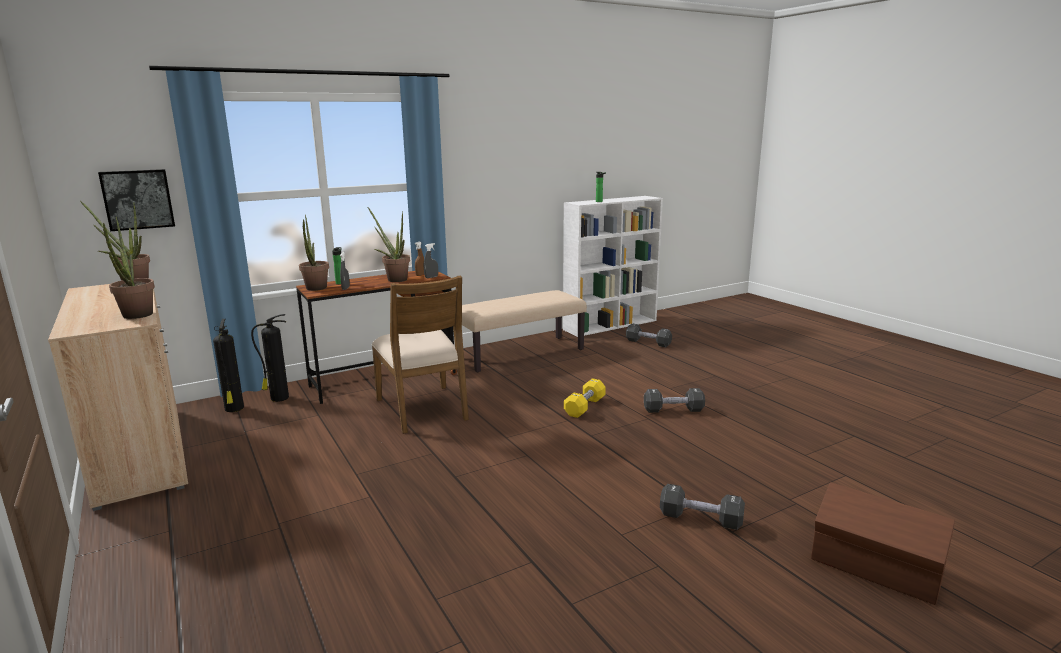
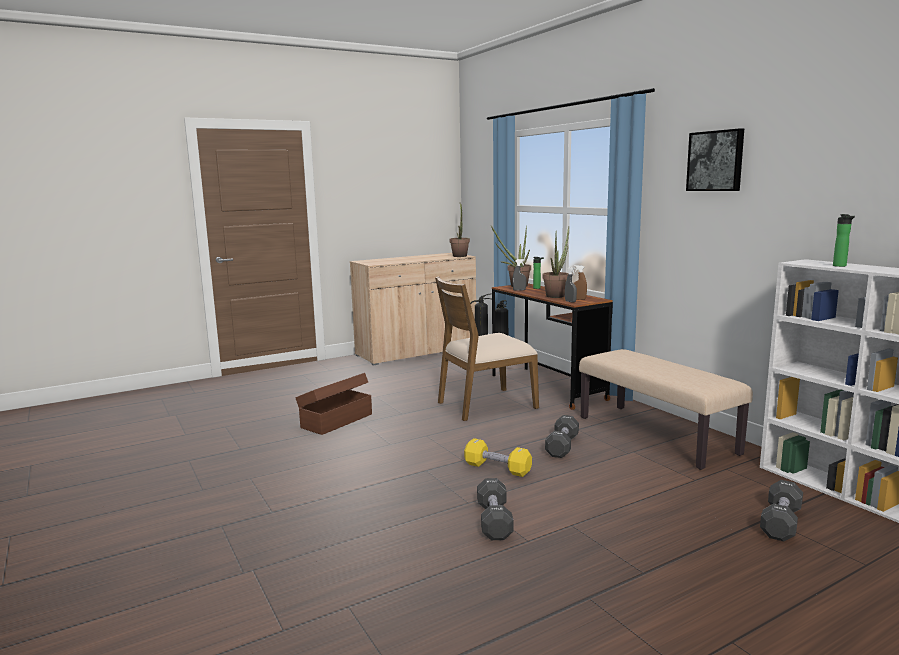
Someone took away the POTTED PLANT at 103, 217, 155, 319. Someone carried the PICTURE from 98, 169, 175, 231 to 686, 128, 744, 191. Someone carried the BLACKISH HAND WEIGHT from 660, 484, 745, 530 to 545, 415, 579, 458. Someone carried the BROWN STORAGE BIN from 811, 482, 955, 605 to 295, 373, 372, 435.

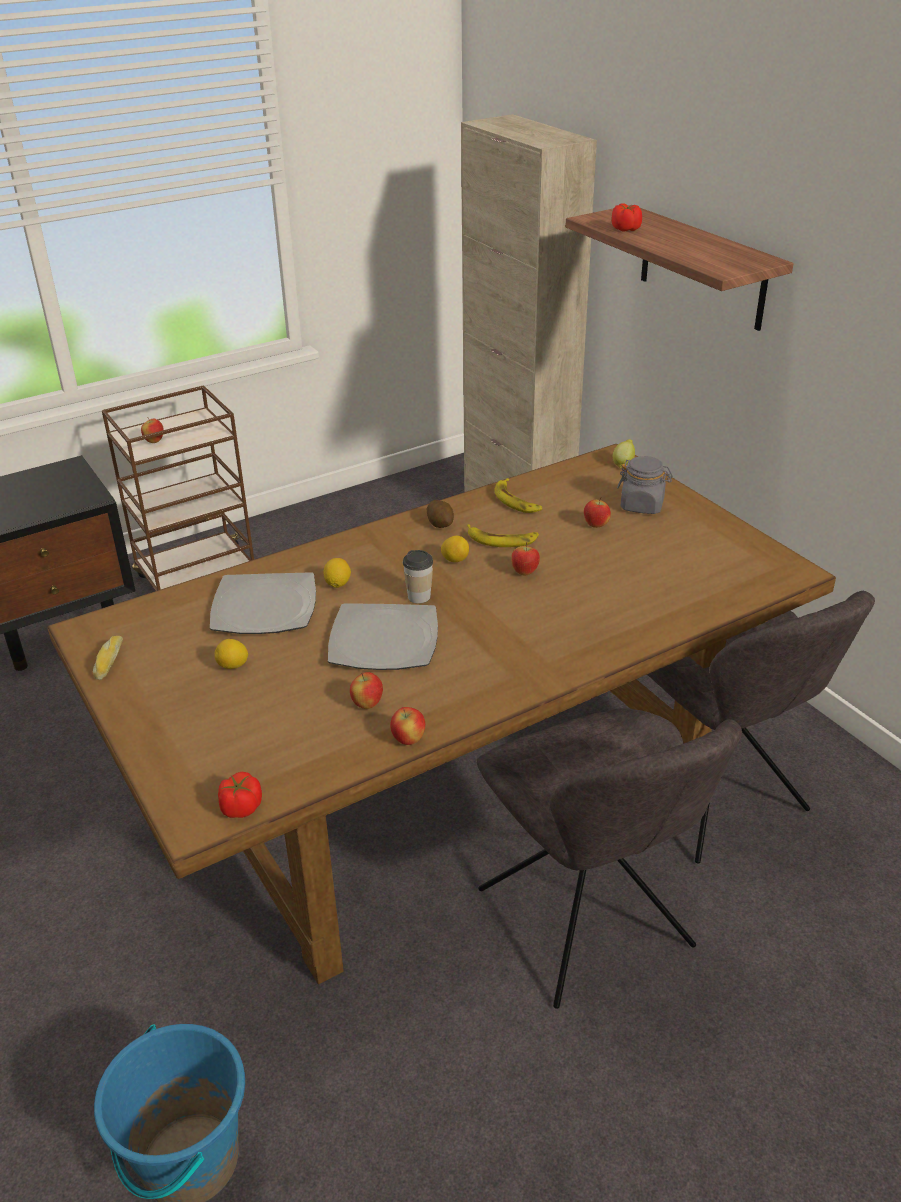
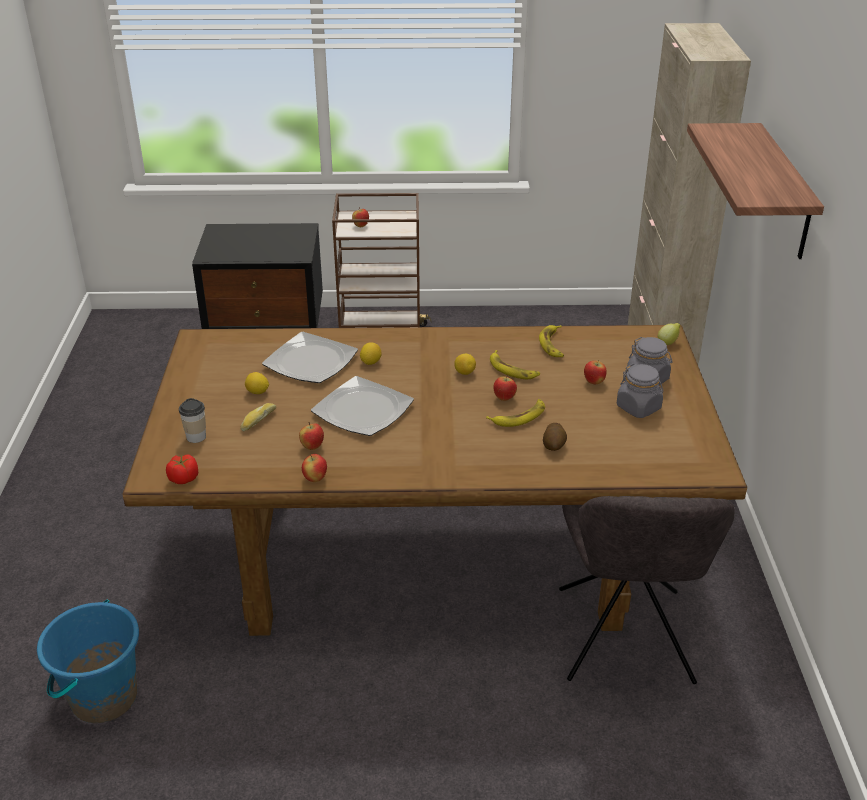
Someone took away the GREYISH PLAIN CHAIR at 477, 708, 742, 1009. Someone took away the TOMATO at 612, 203, 642, 232. Someone put down the WHOLE BANANA at 486, 399, 545, 427. Someone put down the GREYISH JAR at 617, 364, 663, 418. Someone carried the BAKED BREAD from 93, 636, 123, 680 to 241, 403, 276, 431. Someone carried the DRINKING CUP from 403, 550, 433, 603 to 179, 398, 206, 443. Someone carried the POTATO from 427, 500, 454, 528 to 543, 423, 567, 451.

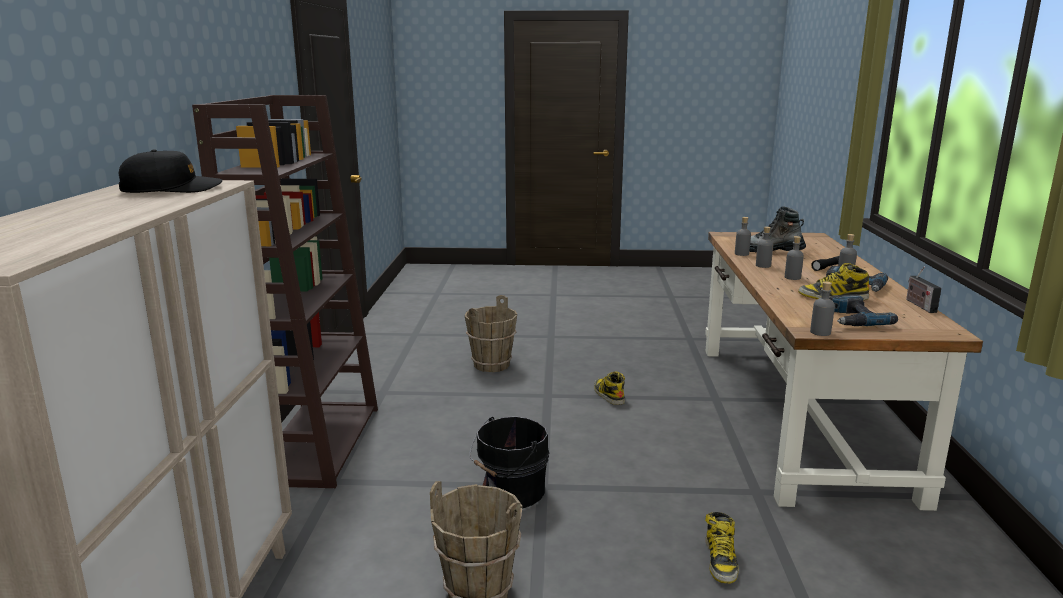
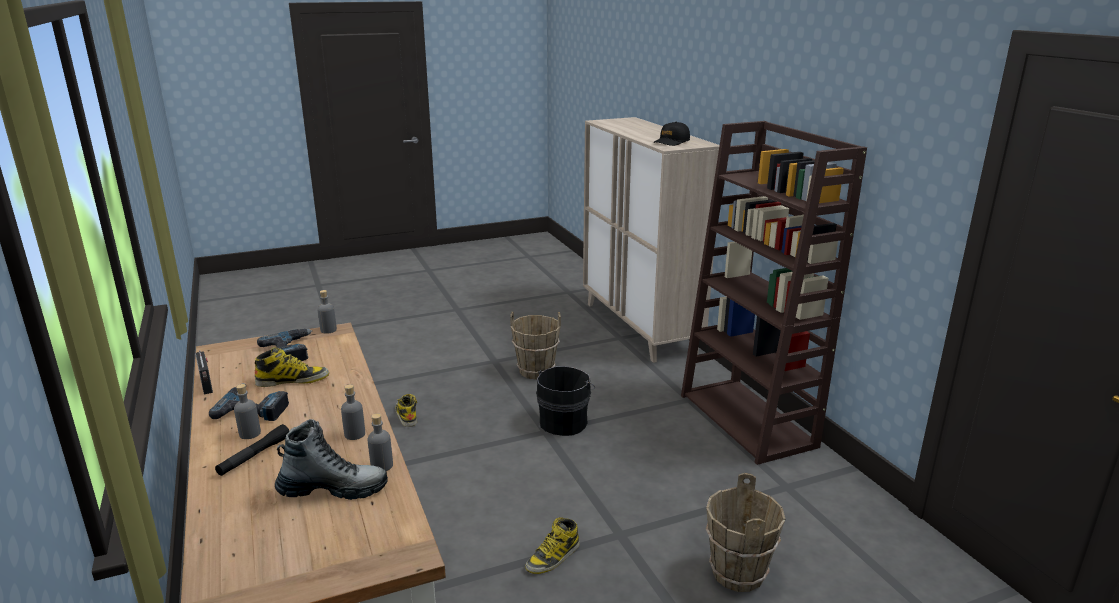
Someone took away the GREYISH BEVERAGE BOTTLE at 785, 236, 804, 280. Someone rotated the TALL BOOT at 594, 372, 625, 405 by 90 degrees clockwise.

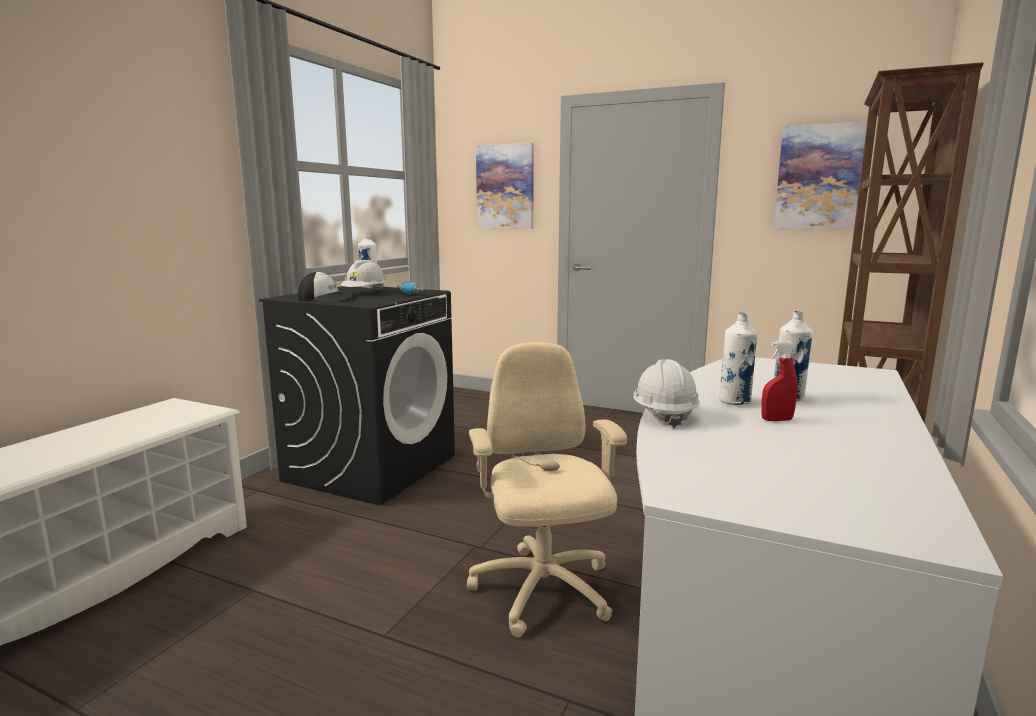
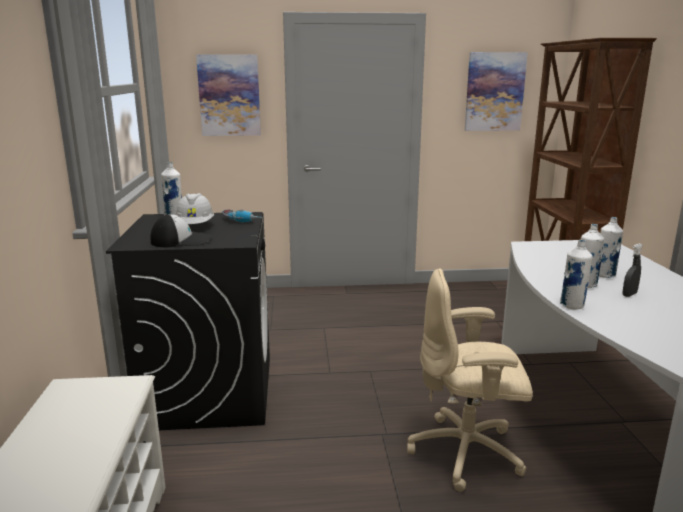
Someone swapped the WHITISH SAFETY HELMET at 634, 359, 700, 428 for the WHITISH BEVERAGE BOTTLE at 560, 240, 592, 310. Someone repainted the REDDISH HAND SPRAYER at 761, 342, 797, 421, which became the GREYISH HAND SPRAYER at 623, 243, 643, 297. Someone rotated the BEIGE DESK CHAIR at 467, 342, 627, 638 by 45 degrees counterclockwise.

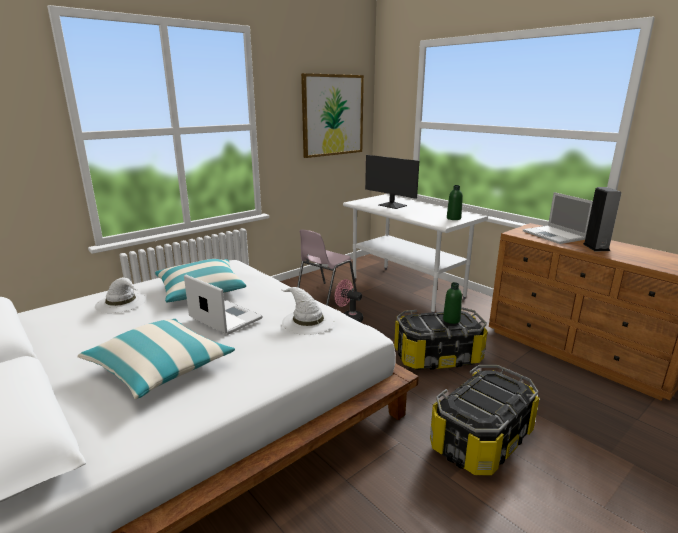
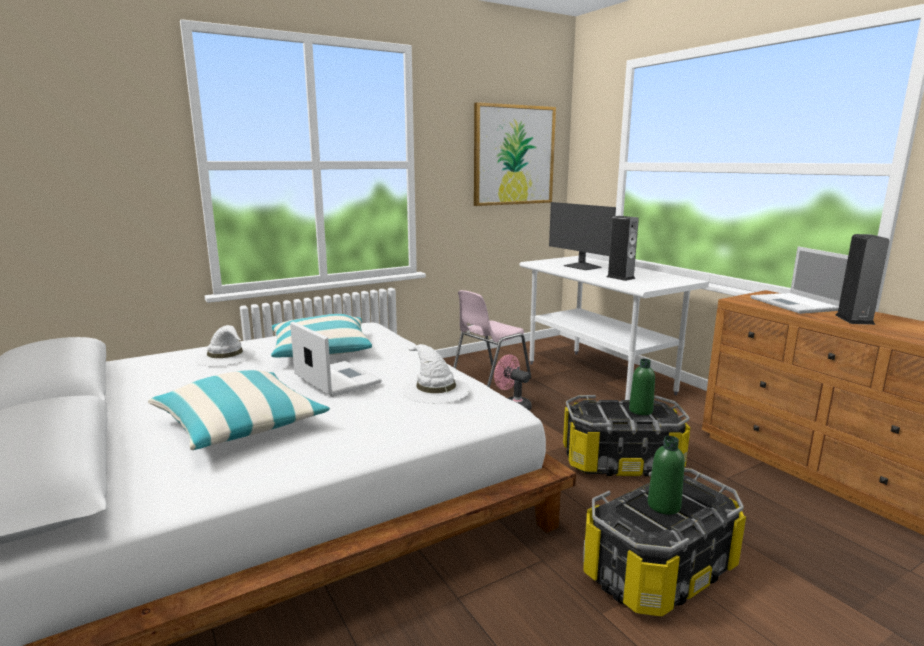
Someone put down the AUDIO SPEAKER at 606, 216, 639, 281. Someone carried the GREEN BEVERAGE BOTTLE from 447, 185, 463, 220 to 648, 436, 685, 515.

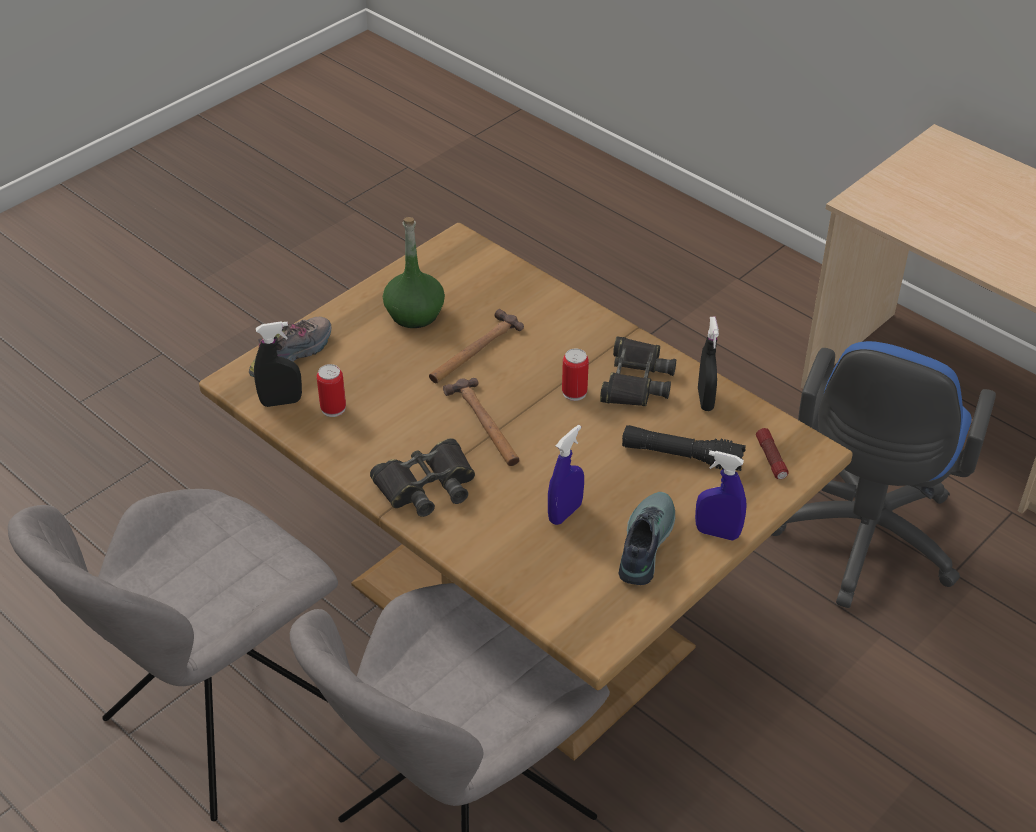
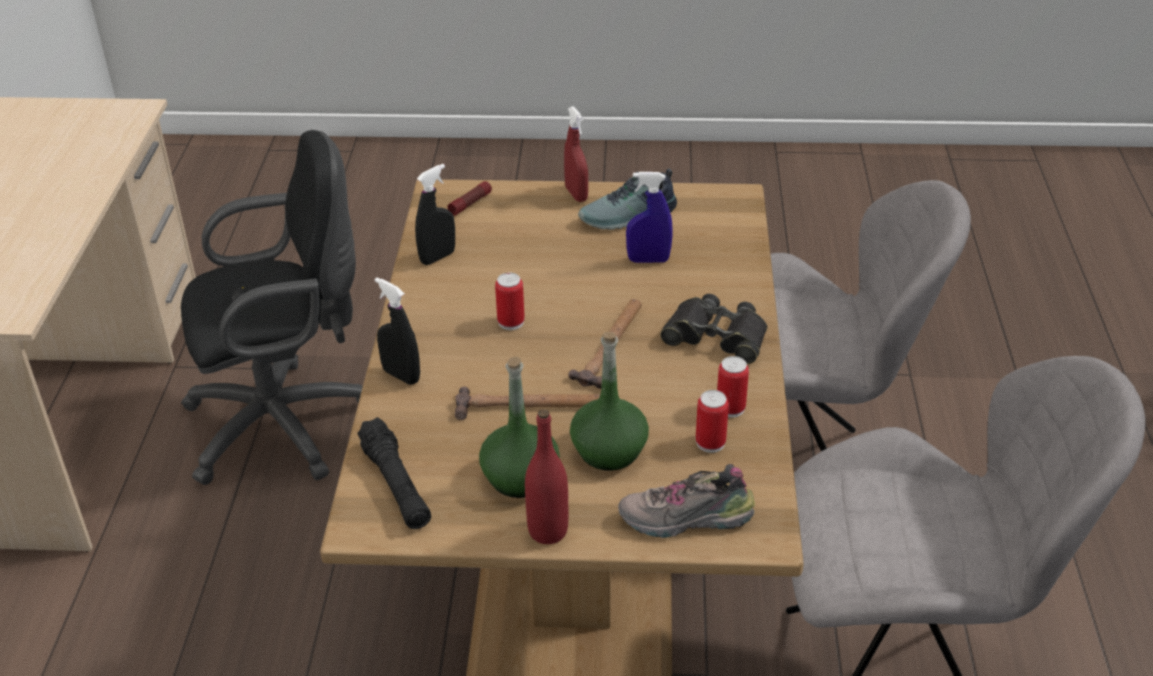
Someone took away the BLACKISH BINOCULARS at 600, 336, 676, 406. Someone put down the REDDISH BEVERAGE BOTTLE at 525, 409, 568, 544. Someone put down the GREEN BEVERAGE BOTTLE at 570, 332, 649, 471. Someone put down the METAL CAN at 717, 356, 749, 418. Someone carried the BLACKISH HAND SPRAYER from 254, 321, 302, 407 to 375, 277, 420, 385. Someone carried the BLACKISH HAND TORCH from 622, 425, 746, 471 to 358, 417, 431, 529. Someone repainted the BLUE HAND SPRAYER at 695, 450, 747, 541, which became the REDDISH HAND SPRAYER at 564, 106, 588, 202. Someone repainted the BLUE DESK CHAIR at 772, 341, 996, 608, which became the BLACKISH DESK CHAIR at 181, 130, 363, 485.

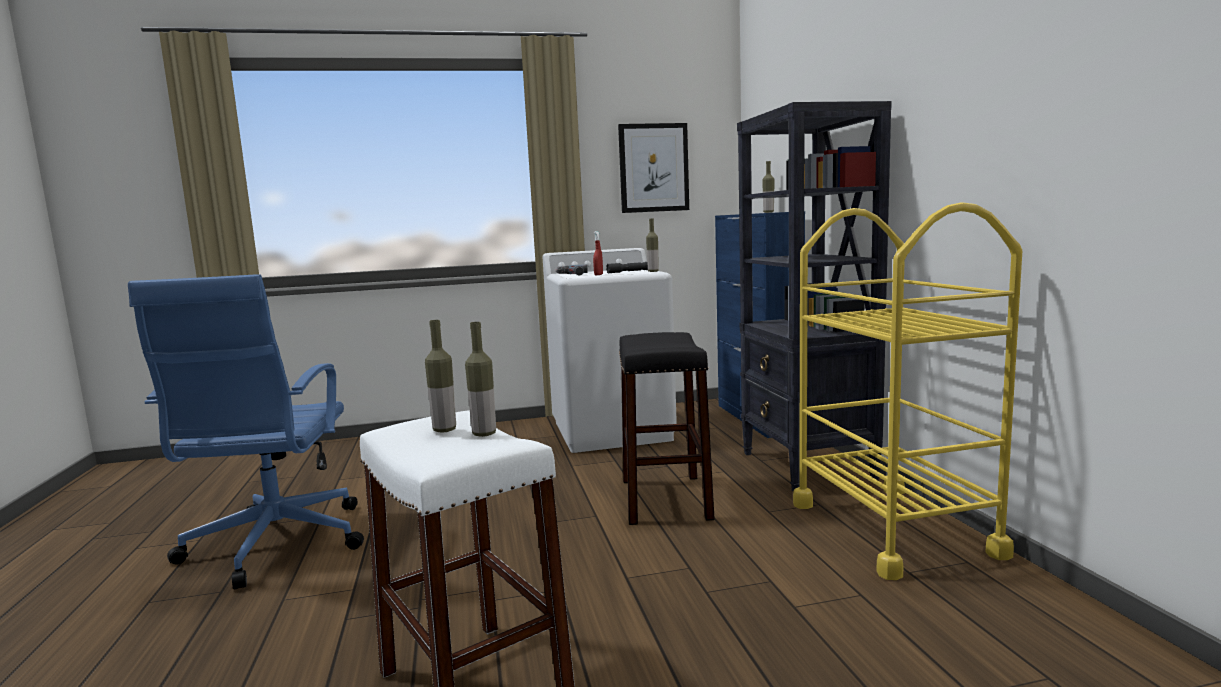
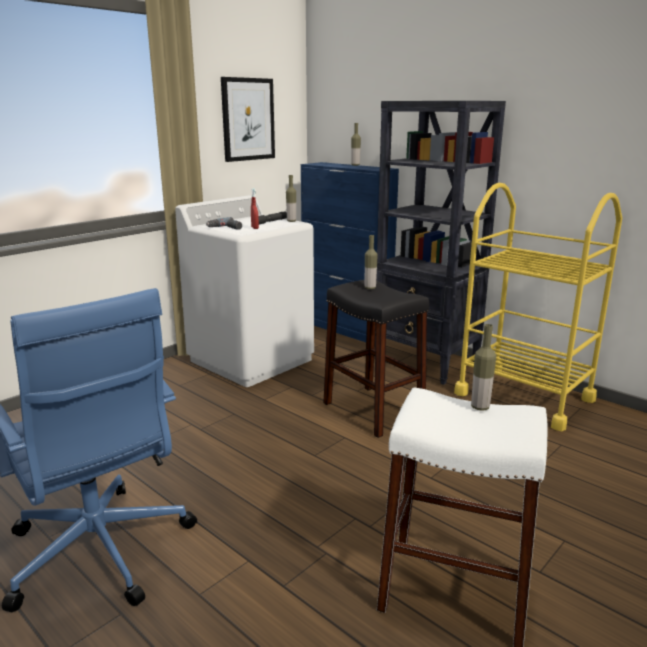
Someone carried the BEVERAGE BOTTLE from 425, 320, 456, 433 to 365, 235, 378, 289.

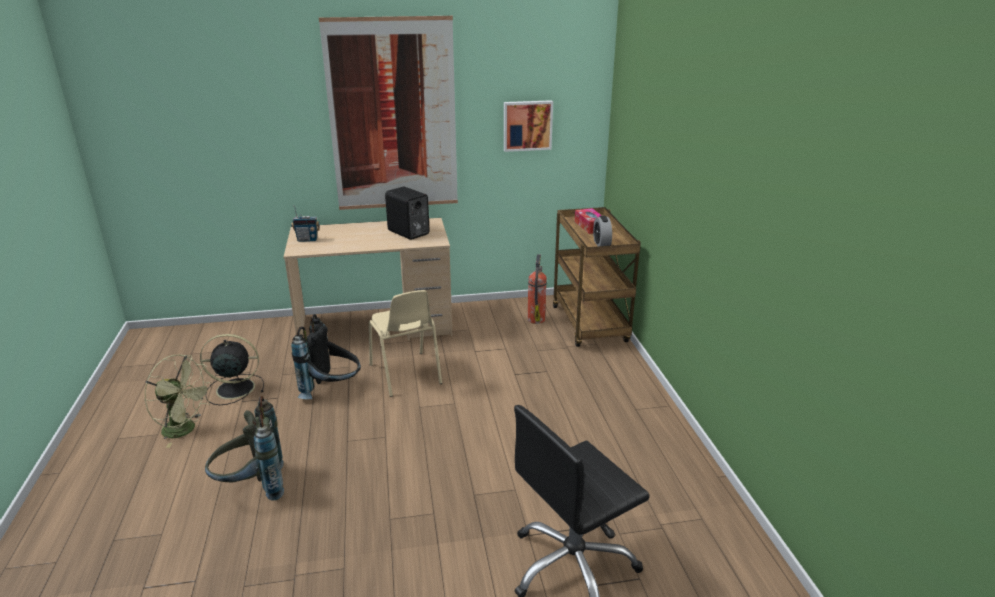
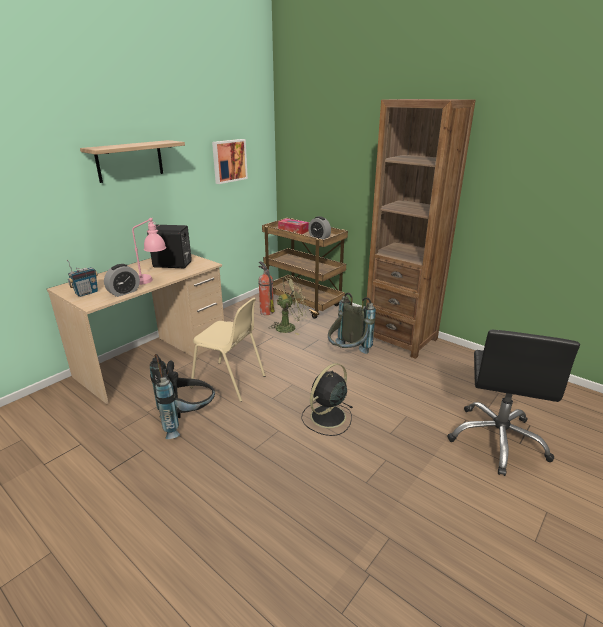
Someone put down the ALARM CLOCK at 104, 264, 140, 297. Someone put down the PINK-COLOURED TABLETOP LAMP at 132, 218, 166, 285. Someone put down the BROWN SHELVING UNIT at 366, 99, 476, 359. Someone carried the GREEN ELECTRIC FAN from 145, 354, 213, 448 to 270, 276, 308, 335. Someone carried the BLACKISH ELECTRIC FAN from 200, 334, 264, 405 to 301, 363, 352, 436. Someone carried the GREYISH RUCKSACK from 205, 396, 284, 501 to 328, 293, 376, 354. Someone swapped the PICTURE at 319, 16, 458, 210 for the BRACKET SHELF at 80, 140, 185, 183.

